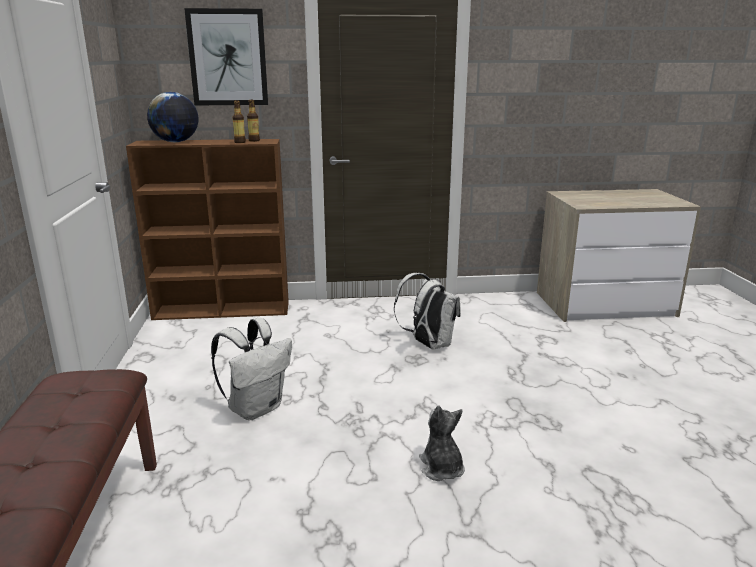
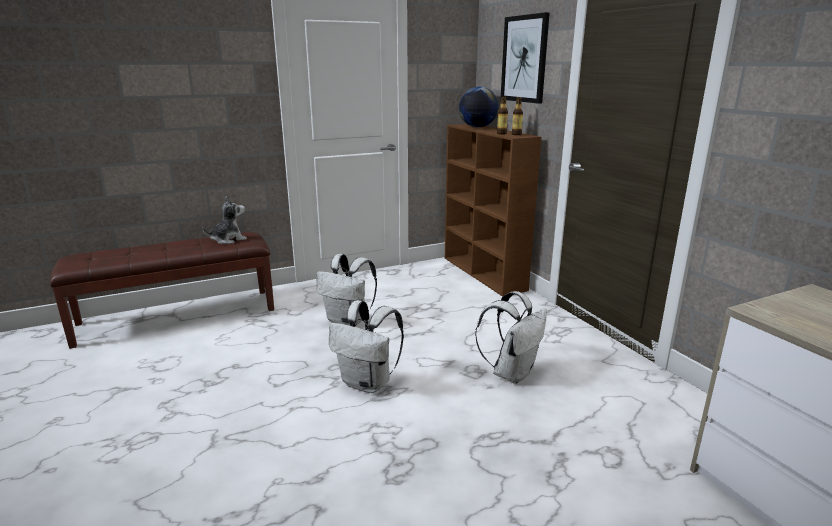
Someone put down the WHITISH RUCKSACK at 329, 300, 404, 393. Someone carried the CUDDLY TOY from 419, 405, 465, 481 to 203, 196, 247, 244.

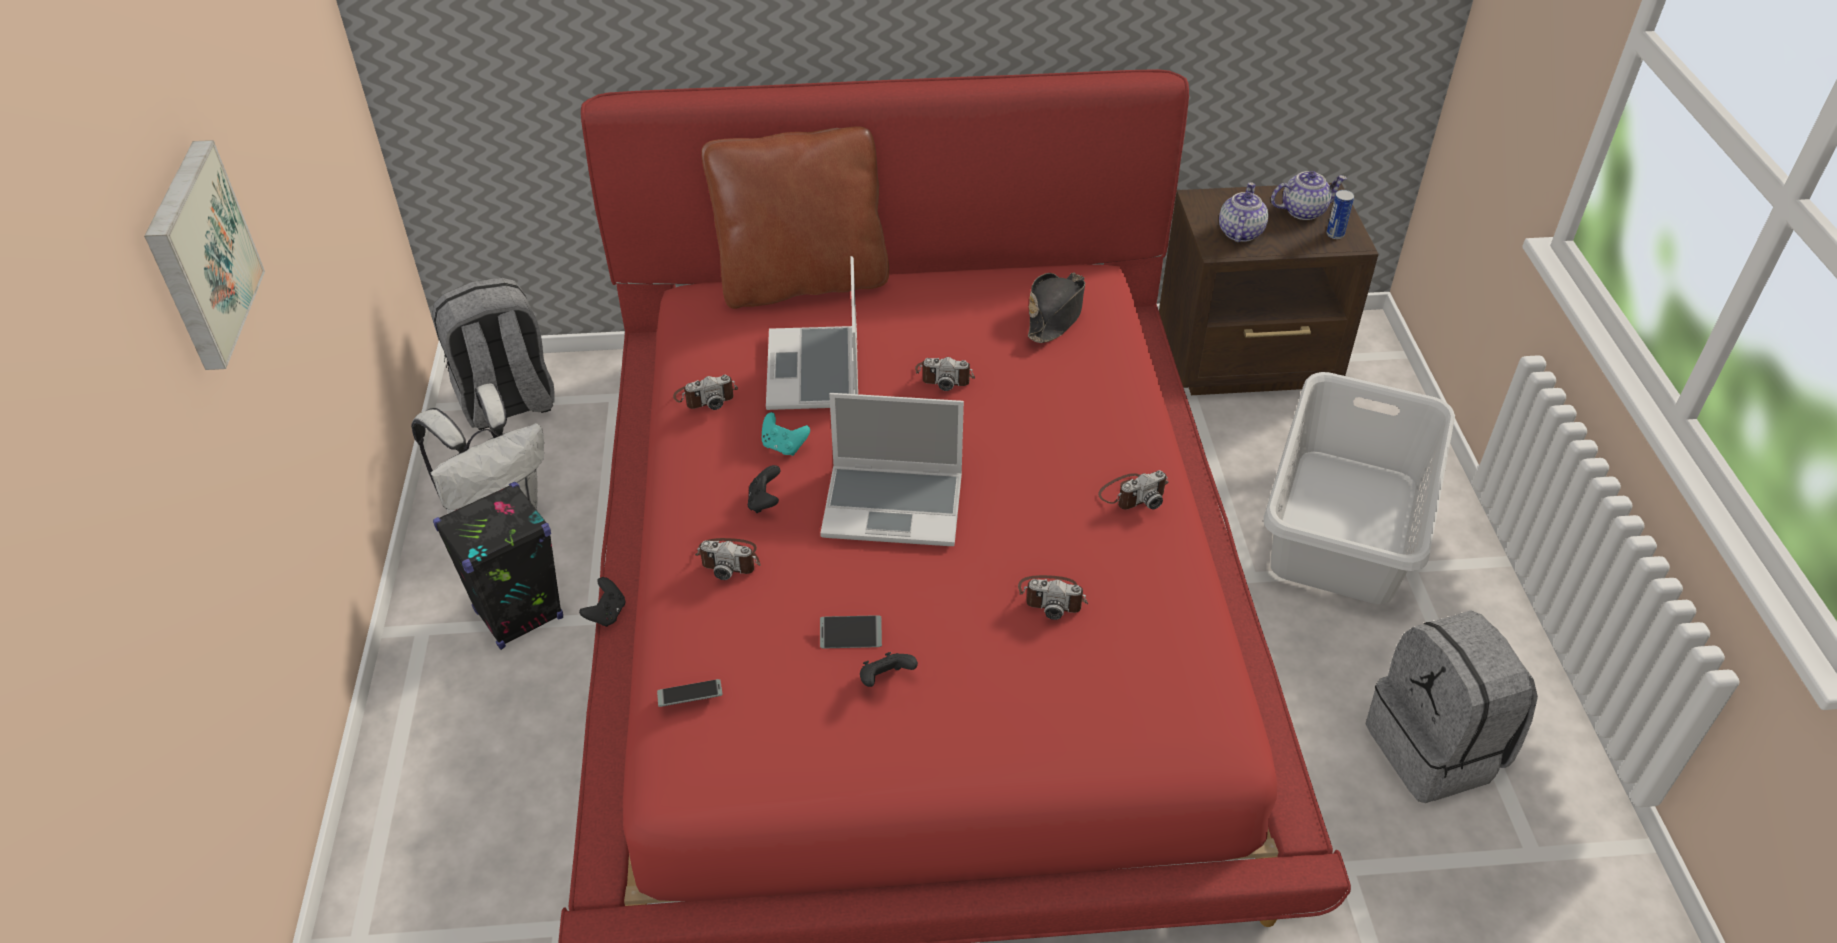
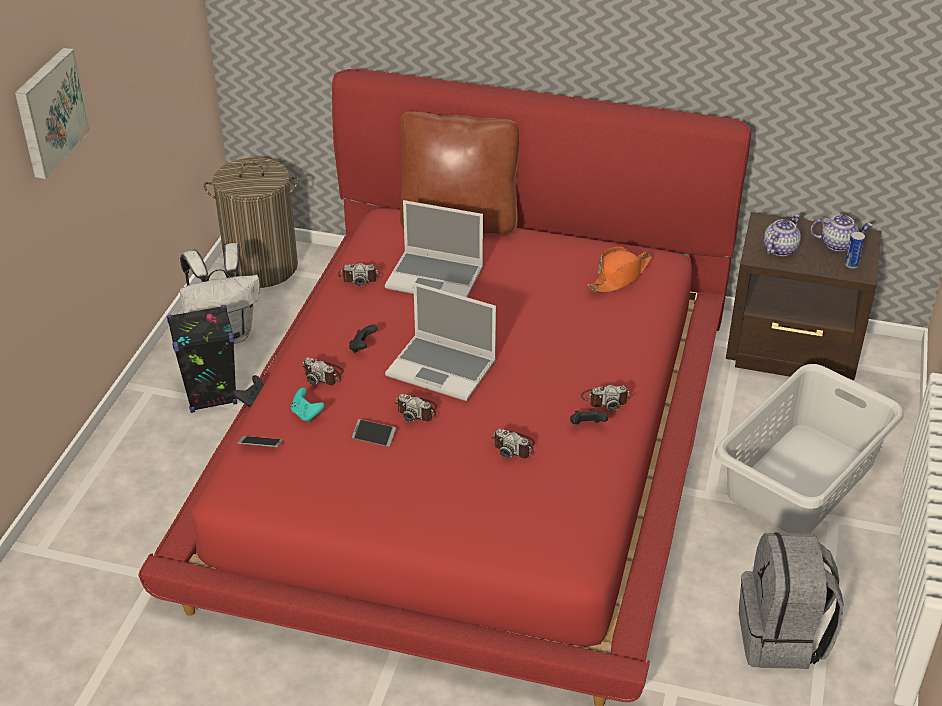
Someone carried the TURQUOISE GAMEPAD from 762, 412, 810, 456 to 291, 388, 325, 422. Someone carried the BLACKISH GAMEPAD from 860, 652, 918, 687 to 570, 408, 608, 424. Someone carried the PHOTO CAMERA from 915, 357, 975, 391 to 395, 394, 437, 422. Someone swapped the GREYISH RUCKSACK at 432, 278, 555, 430 for the WASHING BASKET at 203, 157, 299, 288. Someone repainted the BLACKISH CLOTHING HAT at 1028, 272, 1085, 343, which became the ORANGE-COLOURED CLOTHING HAT at 588, 246, 652, 293. Someone rotated the NOTEBOOK COMPUTER at 766, 256, 858, 410 by 90 degrees counterclockwise.

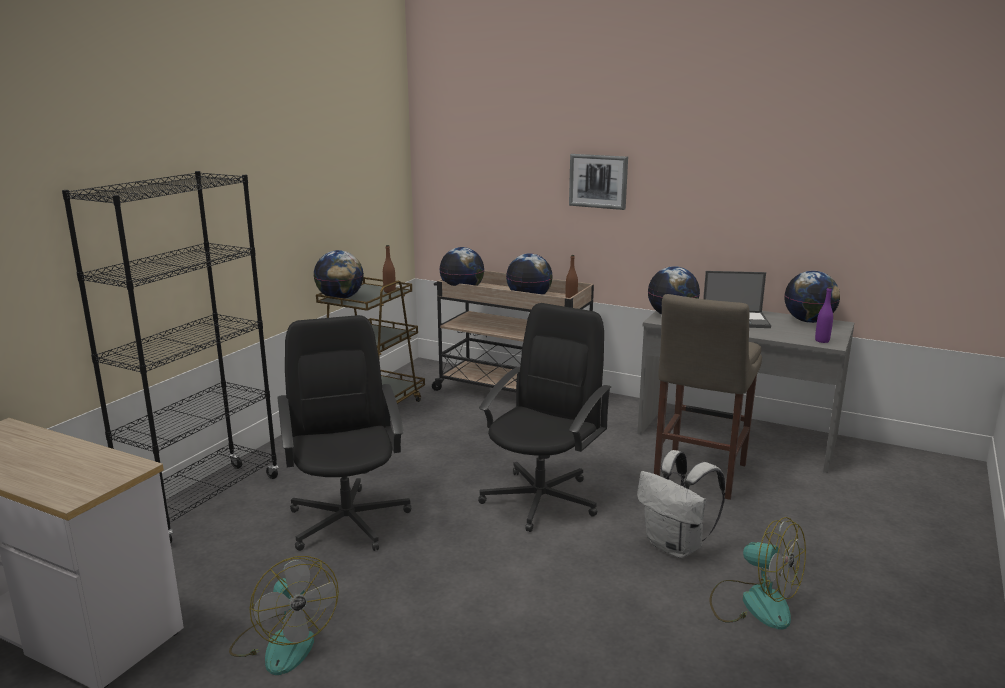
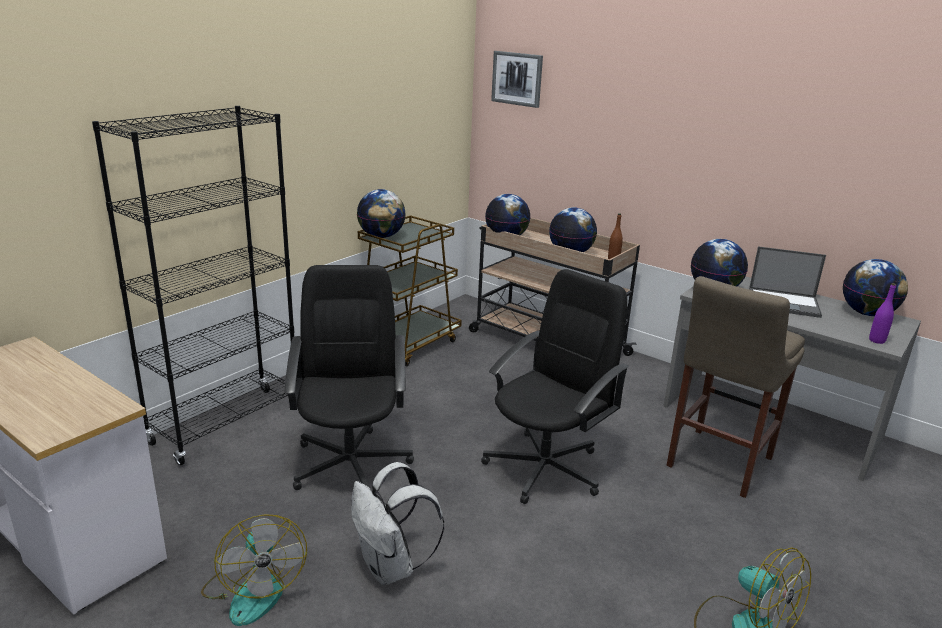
Someone took away the BROWN BEVERAGE BOTTLE at 383, 245, 396, 293. Someone carried the PICTURE from 569, 154, 628, 210 to 491, 51, 543, 108. Someone carried the WHITISH RUCKSACK from 637, 450, 725, 558 to 351, 462, 444, 585.

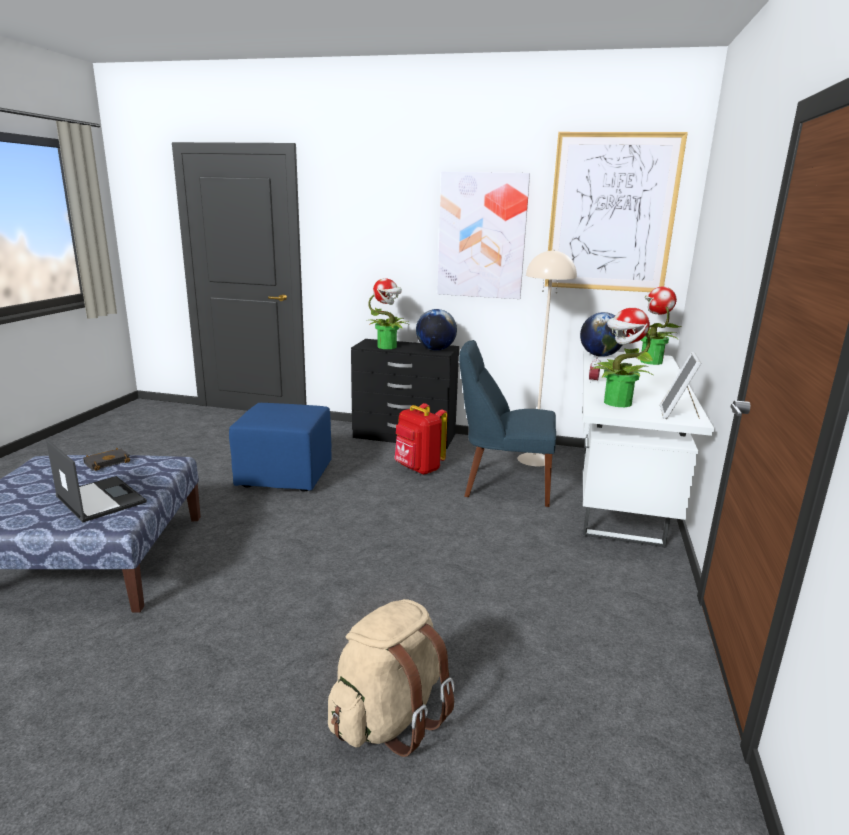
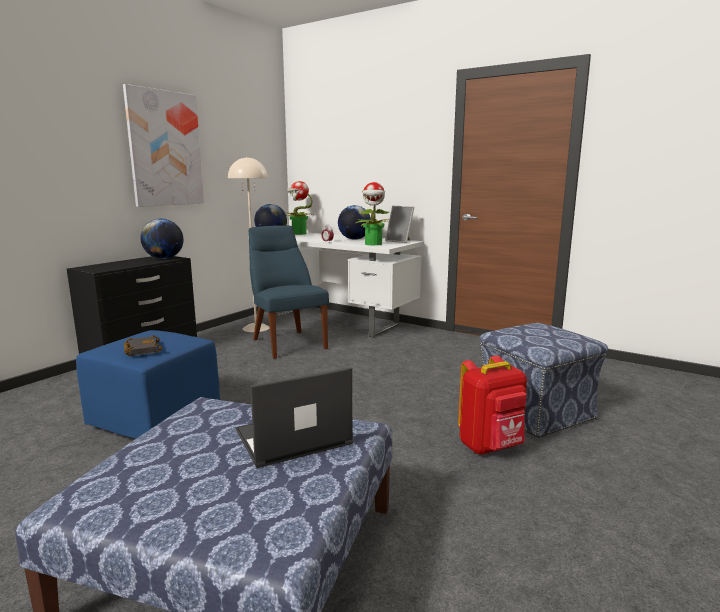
Someone took away the POTTED PLANT at 368, 278, 408, 349. Someone took away the PICTURE at 545, 132, 688, 292. Someone put down the DESK GLOBE at 338, 205, 371, 240. Someone carried the BLACKISH BOUND BOOK from 83, 448, 131, 471 to 124, 335, 162, 356. Someone carried the REDDISH RUCKSACK from 394, 403, 447, 475 to 458, 355, 527, 455. Someone swapped the BEIGE RUCKSACK at 328, 599, 455, 757 for the POUFFE at 480, 323, 608, 438. Someone rotated the BLUE PLAIN CHAIR at 459, 340, 556, 507 by 120 degrees clockwise.

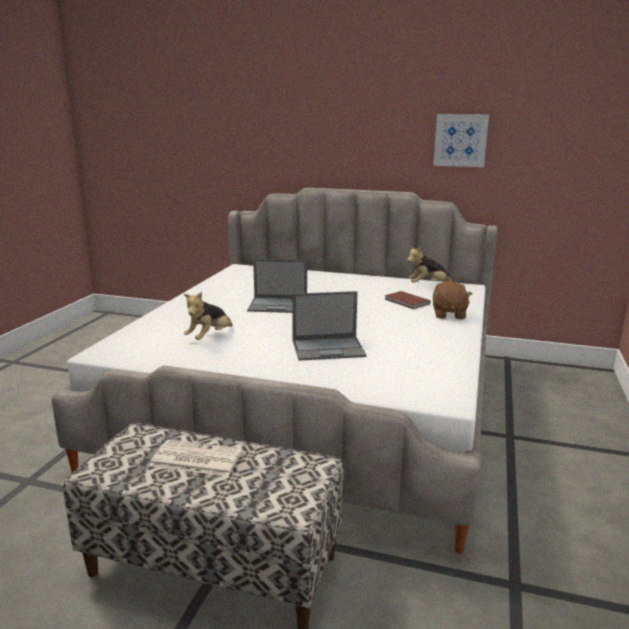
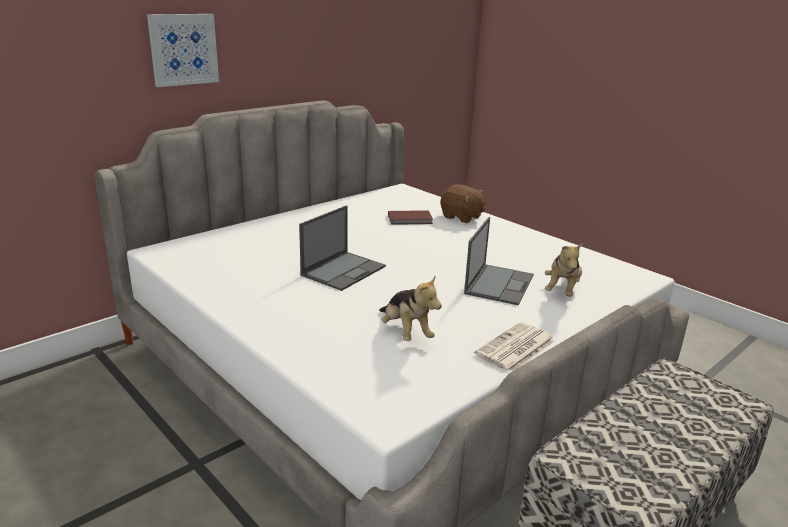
Someone carried the PRINTED PAPER from 150, 439, 243, 476 to 475, 322, 555, 372. Someone carried the CUDDLY TOY from 407, 246, 455, 283 to 545, 243, 583, 297. Someone carried the PICTURE from 433, 114, 489, 167 to 147, 14, 219, 87.

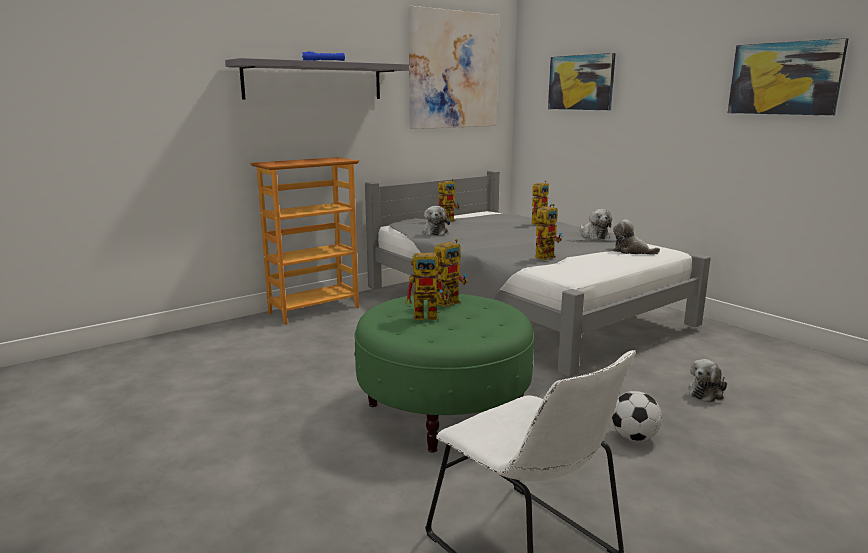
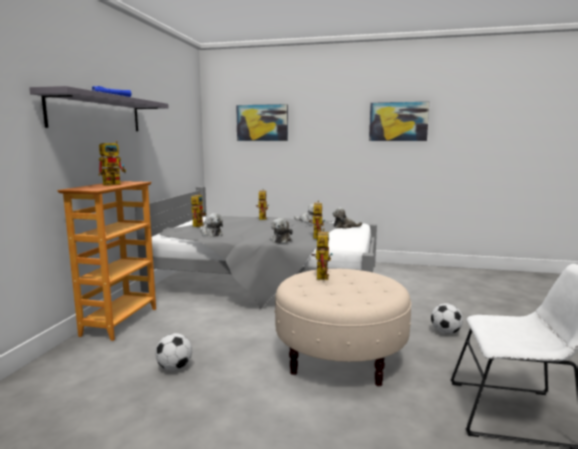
Someone took away the PICTURE at 409, 6, 499, 129. Someone put down the BALL FOR FOOTBALL at 155, 333, 192, 371. Someone carried the ROBOT FIGURE from 405, 250, 449, 320 to 99, 141, 126, 186. Someone carried the CUDDLY TOY from 688, 359, 727, 403 to 270, 218, 293, 243. Someone repainted the GREEN POUFFE at 354, 294, 534, 453, which became the BEIGE POUFFE at 274, 269, 411, 386.

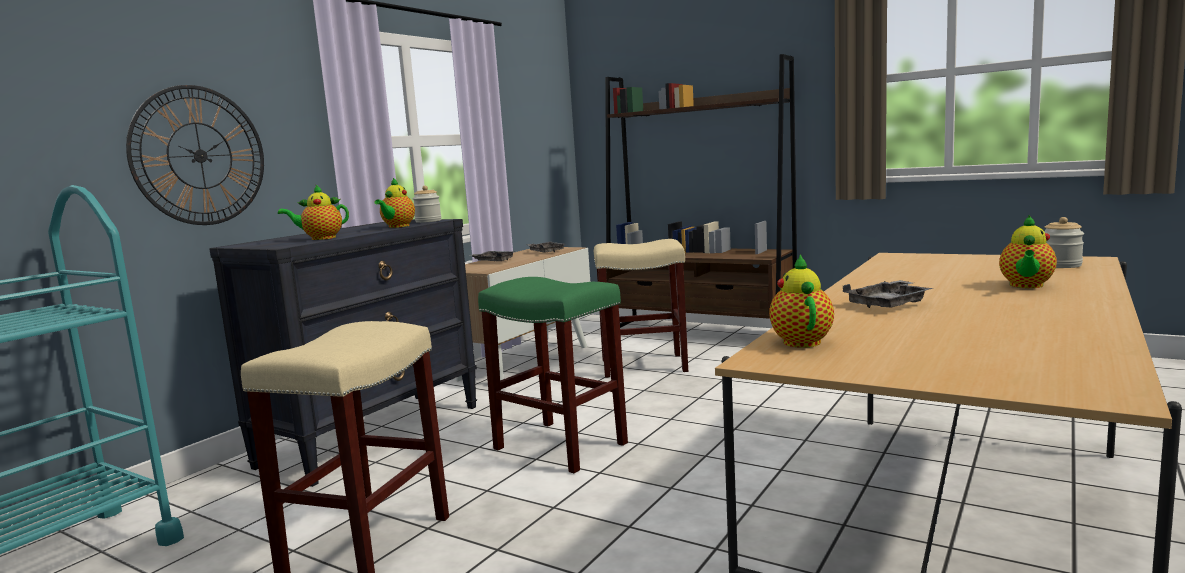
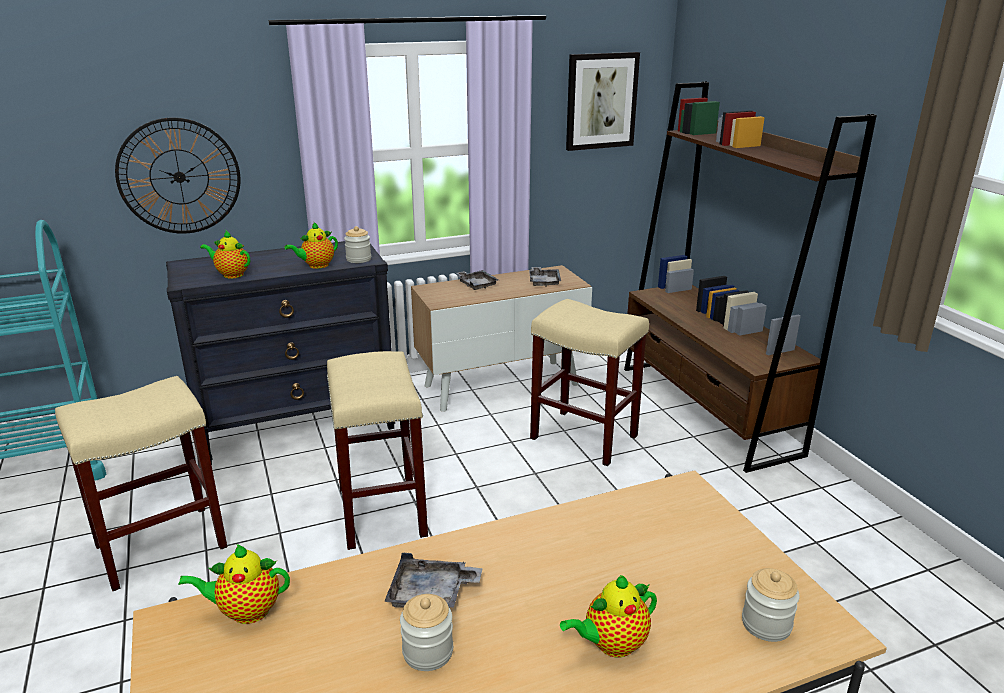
Someone put down the JAR at 400, 594, 453, 671. Someone put up the PICTURE at 566, 52, 640, 151. Someone repainted the GREEN STOOL at 478, 277, 628, 473, which became the BEIGE STOOL at 327, 351, 428, 550. Someone rotated the POT FOR TEA at 769, 254, 834, 348 by 135 degrees counterclockwise.

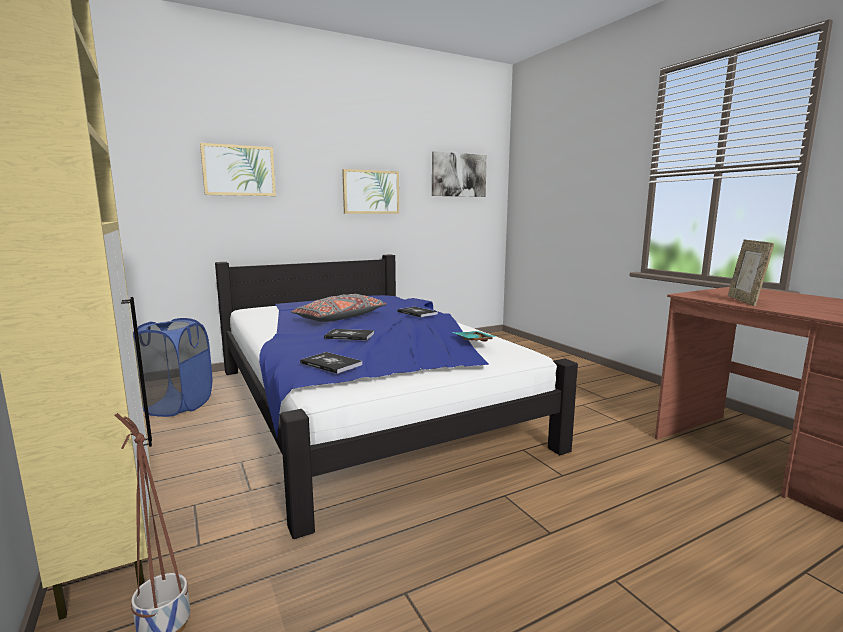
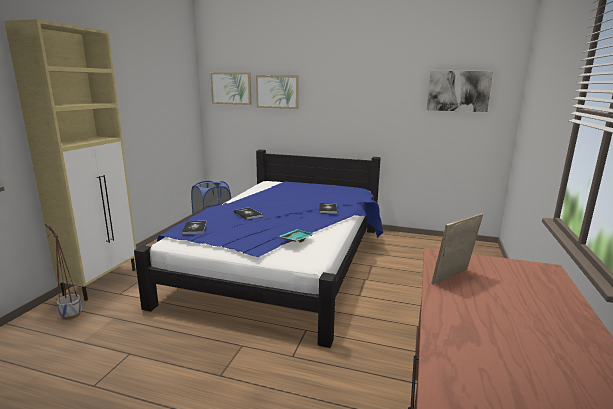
Someone took away the GREYISH PILLOW at 291, 294, 386, 322. Someone carried the PICTURE from 342, 169, 399, 214 to 210, 72, 251, 105.

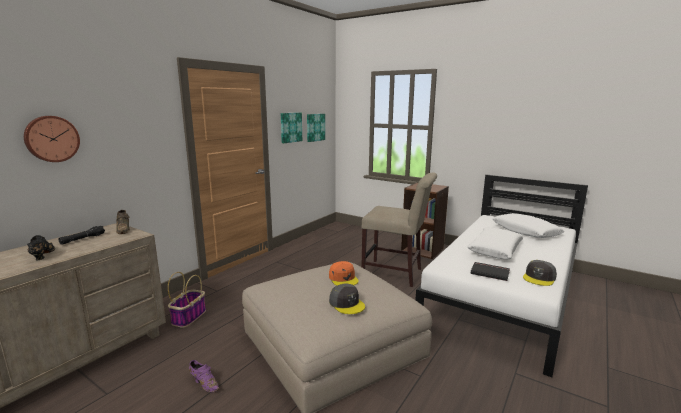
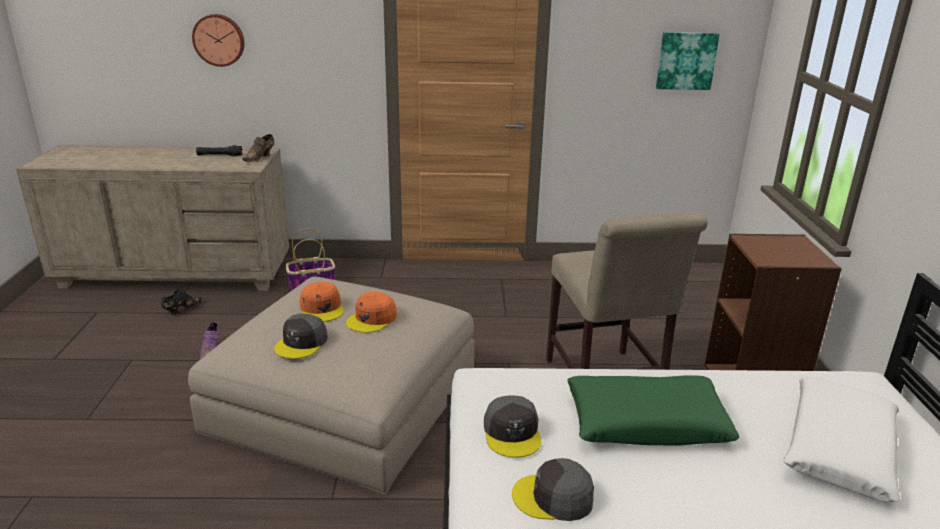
Someone took away the PICTURE at 281, 112, 302, 143. Someone put down the ORANGE-COLOURED CAP at 299, 282, 344, 322. Someone carried the BLACKISH ITEM OF FOOTWEAR from 27, 235, 55, 260 to 161, 290, 203, 315. Someone swapped the BLACKISH BOUND BOOK at 471, 262, 510, 281 for the GREYISH CAP at 484, 395, 541, 458. Someone repainted the WHITISH PILLOW at 467, 227, 523, 259, which became the GREEN PILLOW at 567, 375, 739, 446.

